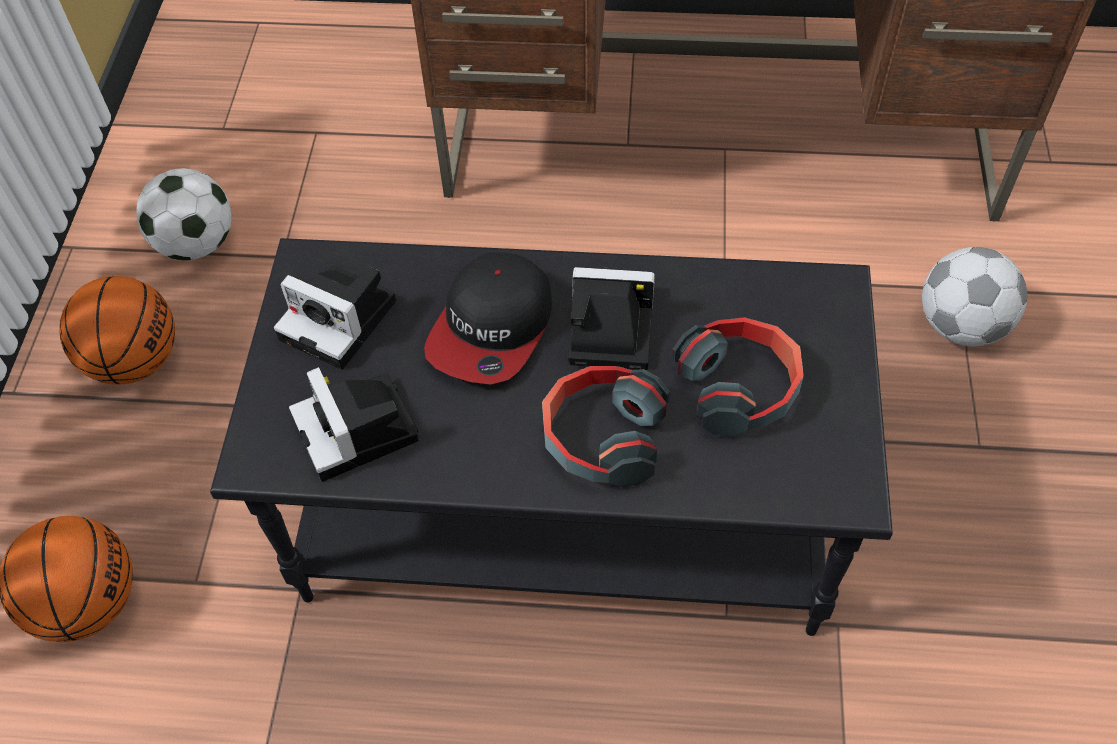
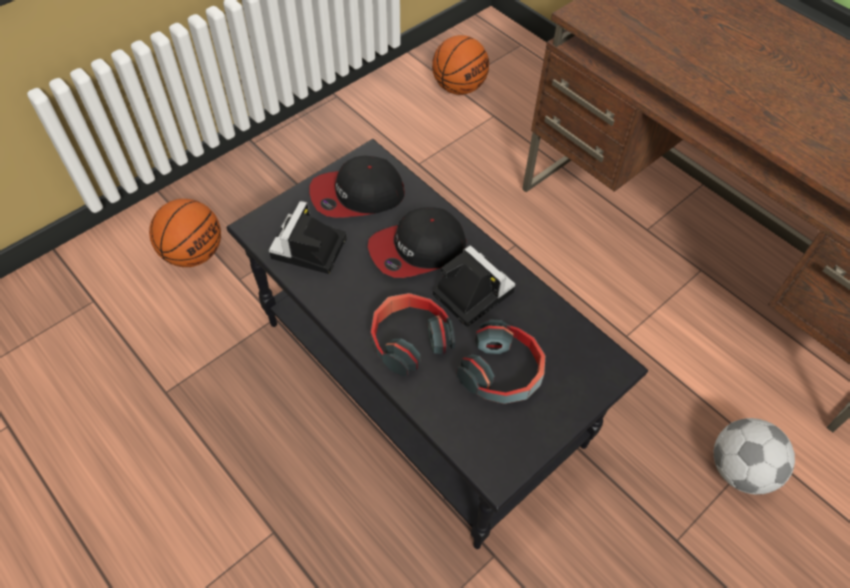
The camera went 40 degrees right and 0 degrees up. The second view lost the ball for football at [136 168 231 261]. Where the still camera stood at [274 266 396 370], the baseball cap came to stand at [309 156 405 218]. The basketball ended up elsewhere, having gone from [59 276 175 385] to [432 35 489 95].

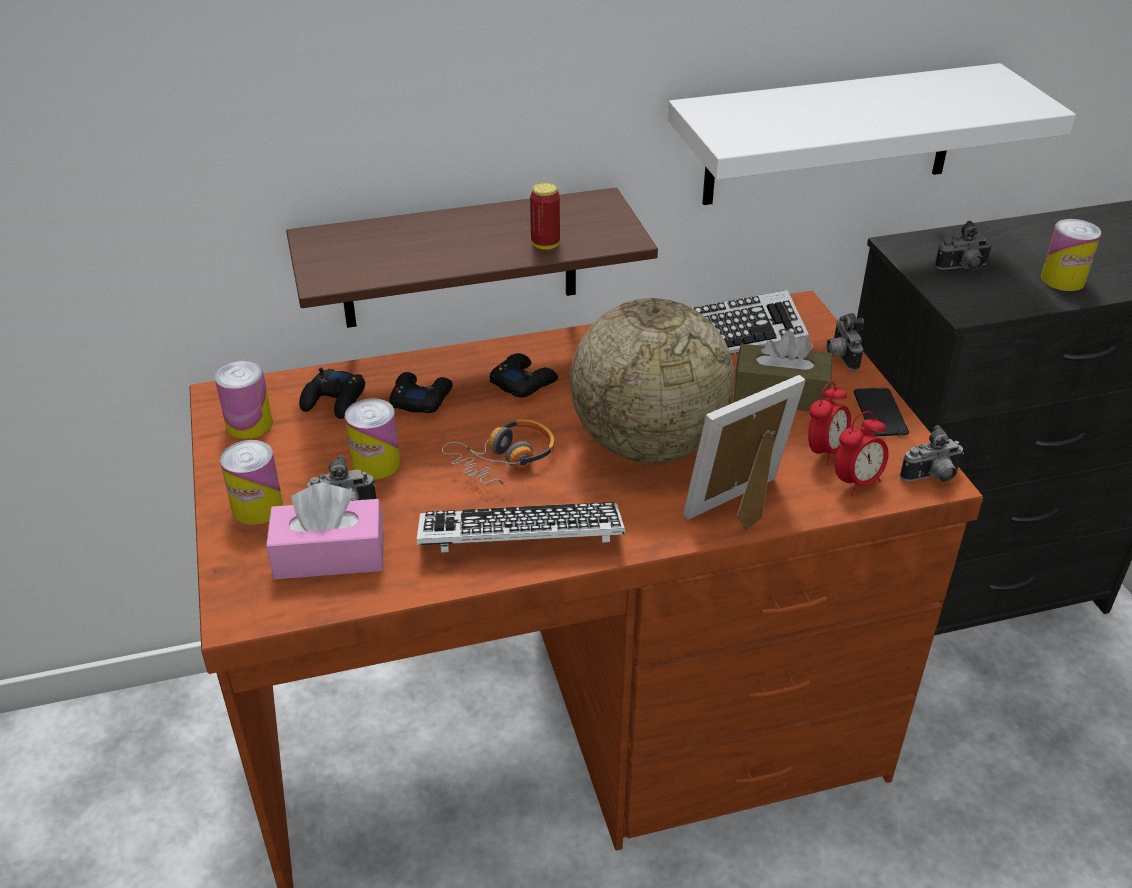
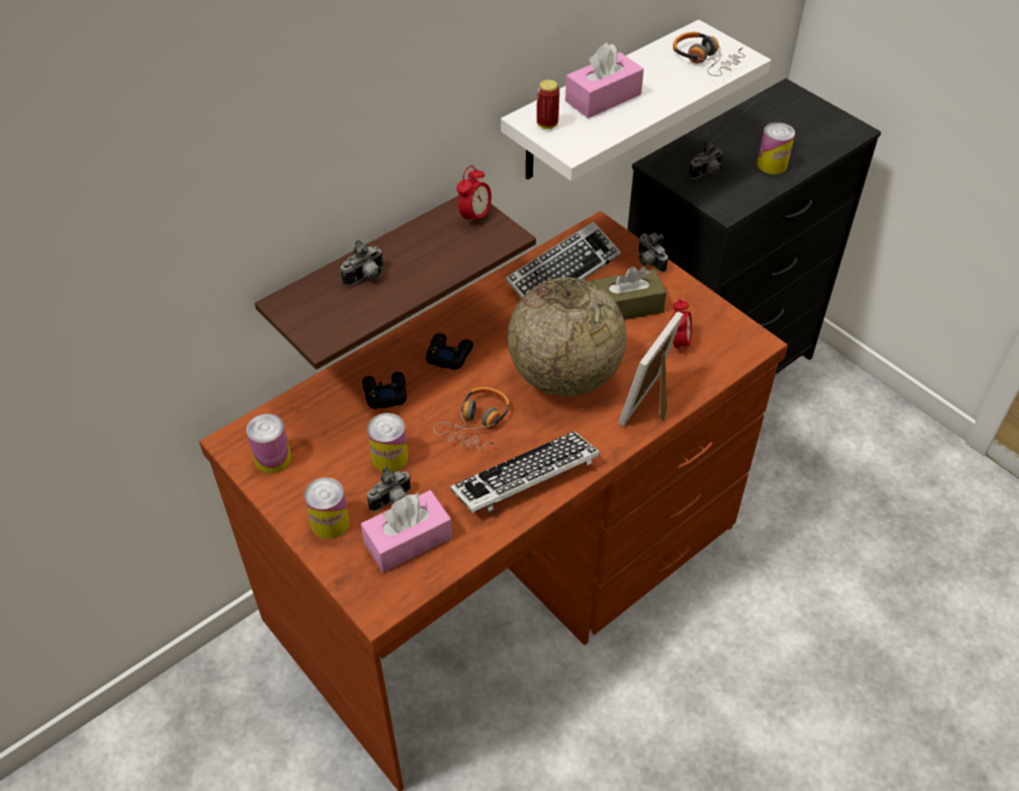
The camera went 25 degrees left and 10 degrees up. The can ended up elsewhere, having gone from [530 182 560 250] to [537 80 560 129]. The second view lost the black-coloured gamepad at [299 368 365 419]. The second view lost the handset at [854 388 909 436]. The table clock ended up elsewhere, having gone from [835 411 889 496] to [457 165 492 227]. The still camera ended up elsewhere, having gone from [900 425 964 482] to [341 240 383 286]. The second view gained the headphones at [673 32 745 76]. The second view gained the pink-coloured box of tissues at [565 43 644 118].

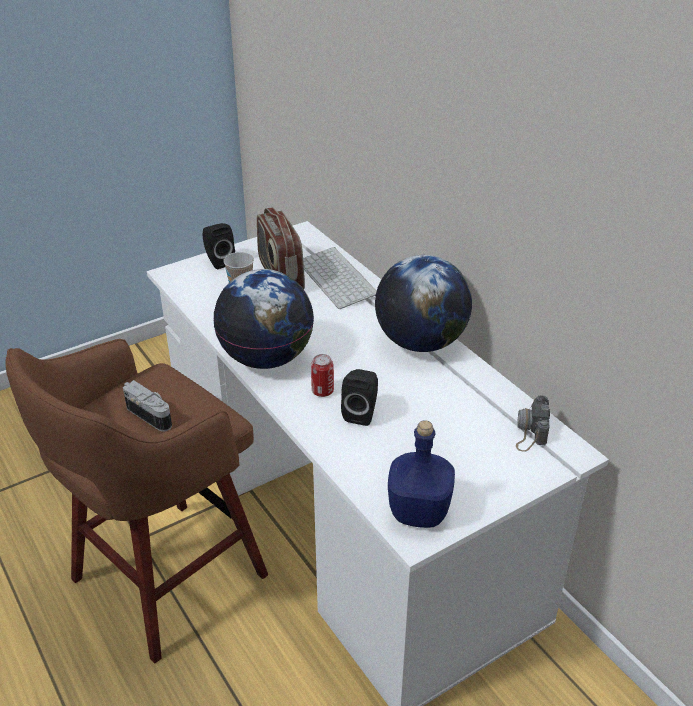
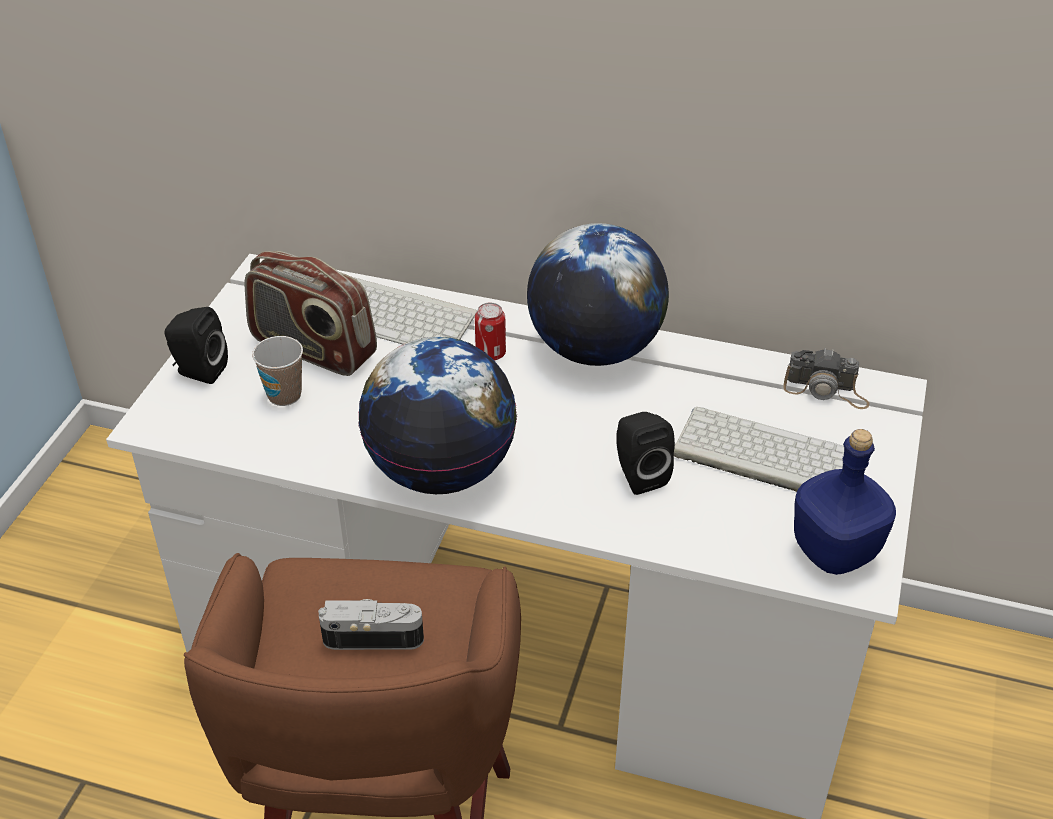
The camera went 40 degrees left and 5 degrees up. The can ended up elsewhere, having gone from [311 354 334 397] to [475 302 506 360]. The still camera at [516 395 550 452] ended up facing another way, 45 degrees counterclockwise from before. The second view gained the keyboard at [674 407 844 492].

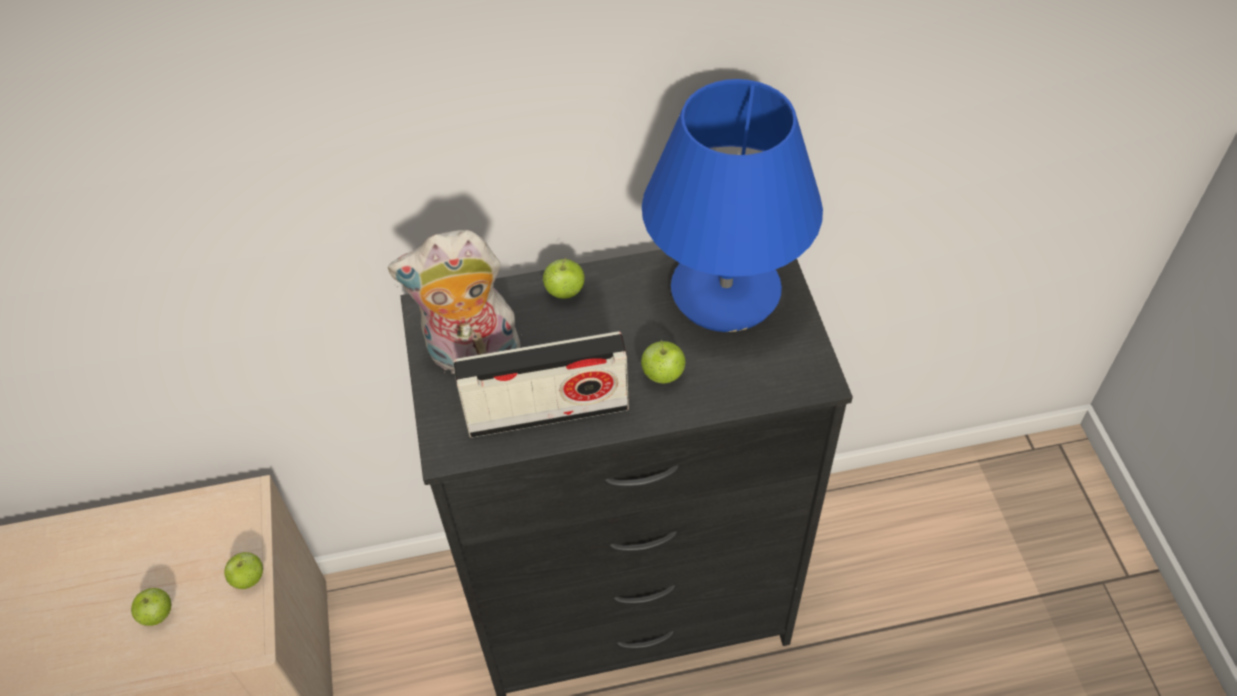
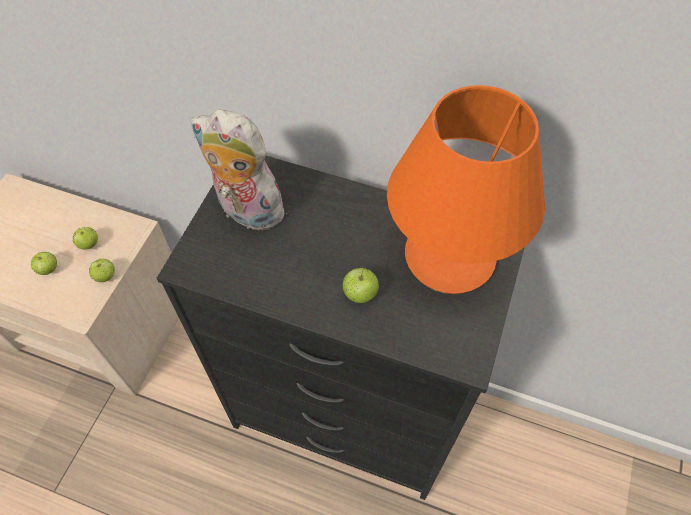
The camera went 30 degrees right and 5 degrees up. What was the bluish table lamp at [642 79 823 332] turned into the orange-coloured table lamp at [387 85 545 294]. The apple fruit ended up elsewhere, having gone from [542 257 585 299] to [73 227 98 250]. The second view lost the radio set at [454 331 629 438].

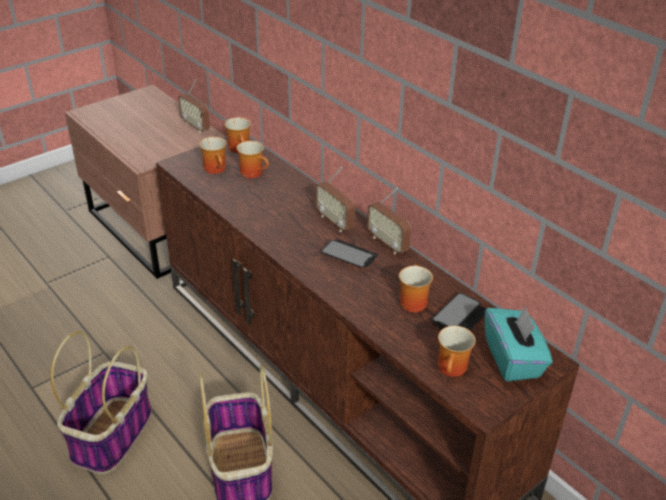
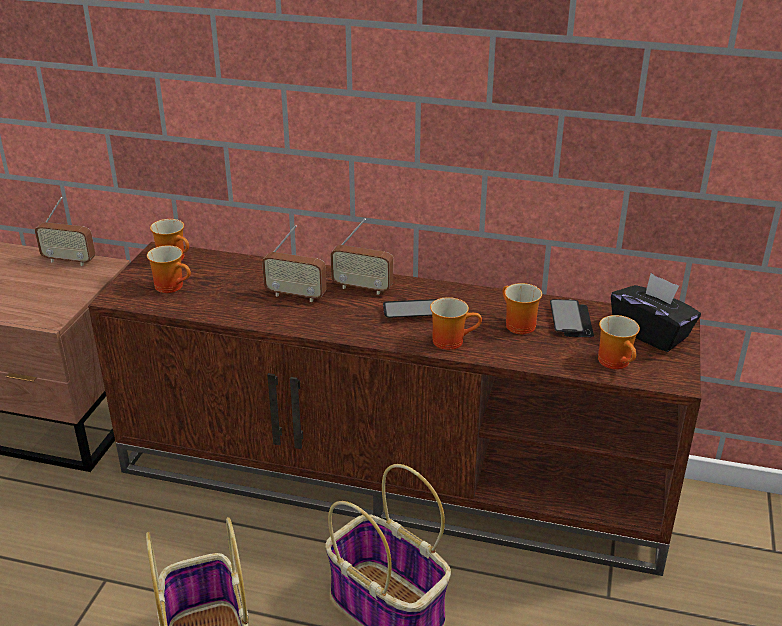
The camera went 35 degrees left and 5 degrees down. The tea mug ended up elsewhere, having gone from [236 141 269 178] to [430 297 482 350]. The radio set ended up elsewhere, having gone from [367 187 411 254] to [262 225 327 302]. What was the turquoise-coloured box of tissues at [485 305 553 382] turned into the black-coloured box of tissues at [611 273 701 352].

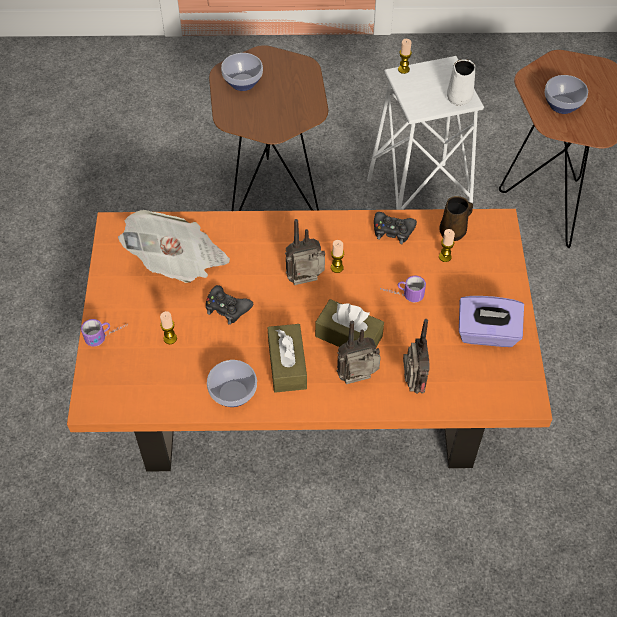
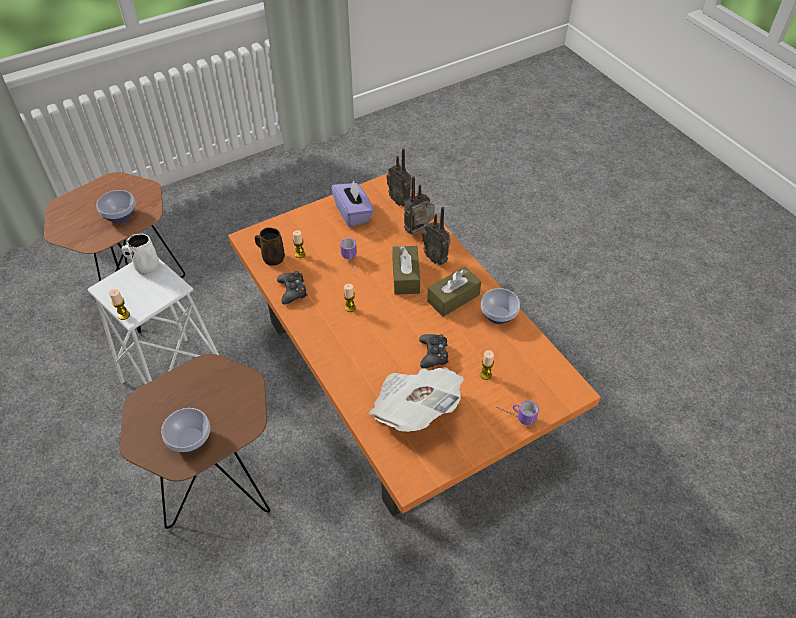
The camera went 120 degrees left and 5 degrees down. The radio set ended up elsewhere, having gone from [285 219 325 285] to [386 148 412 206].

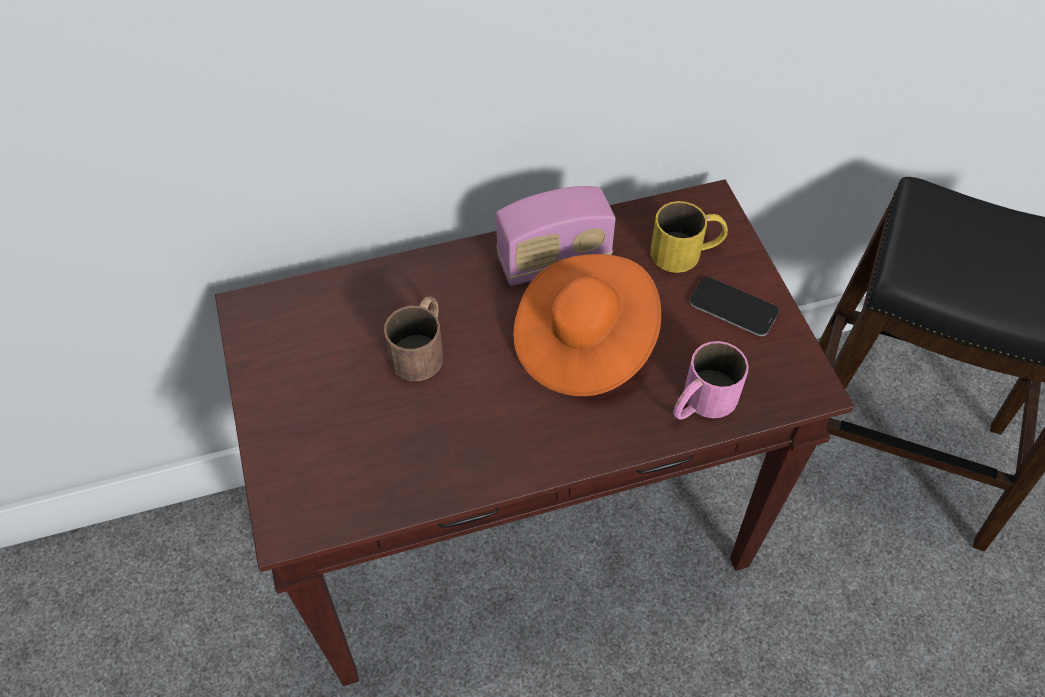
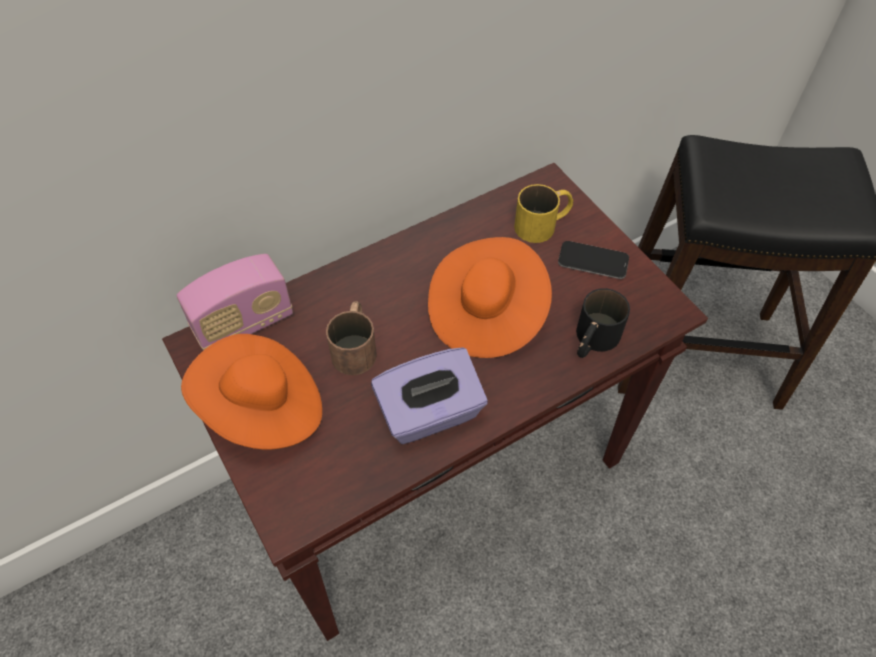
The camera went 15 degrees left and 0 degrees up. The radio set ended up elsewhere, having gone from [496 186 616 286] to [177 254 293 350]. What was the pink-coloured tea mug at [673 341 749 420] turned into the black-coloured tea mug at [576 288 630 358]. The second view gained the orange-coloured hat at [181 334 322 449]. The second view gained the purple box of tissues at [371 347 488 444].

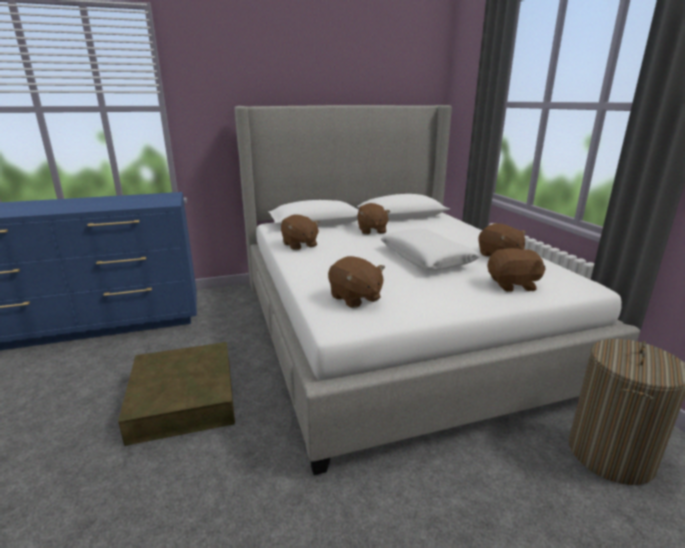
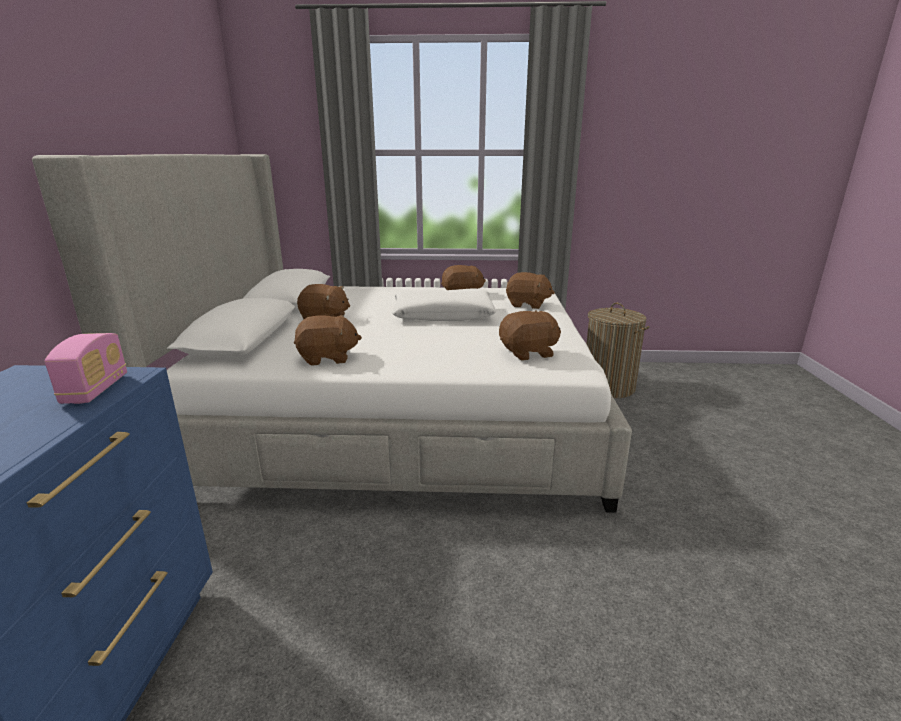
The camera went 70 degrees left and 0 degrees up. The brown-coloured cuddly toy at [487 248 546 292] ended up facing another way, 90 degrees clockwise from before. The second view lost the brown-coloured storage bin at [118 342 235 446]. The second view gained the radio set at [44 333 127 404].

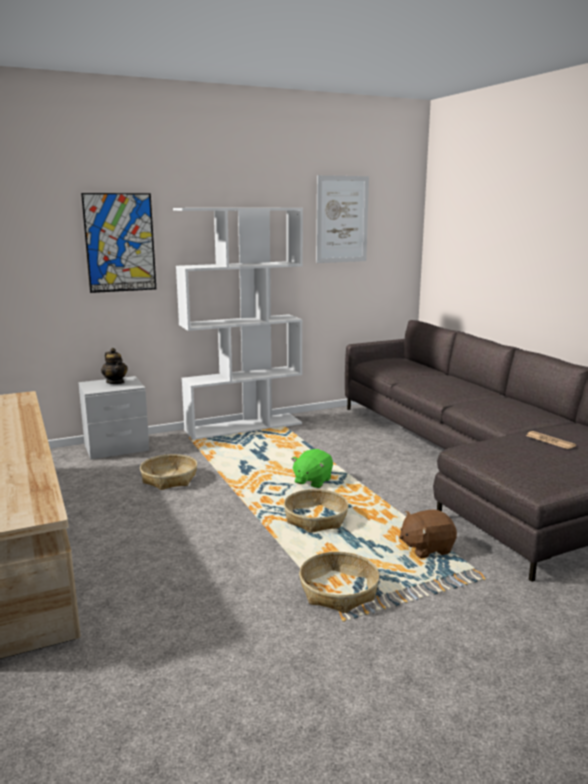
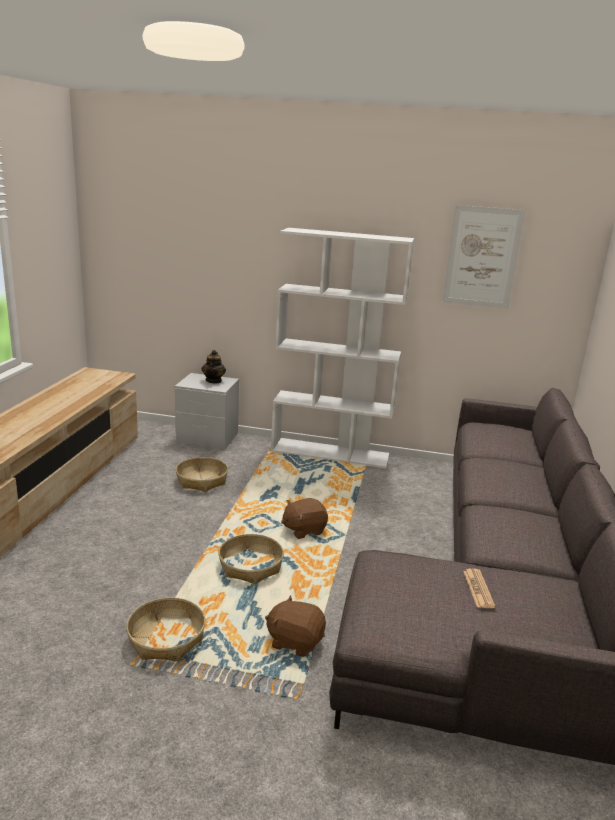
The camera went 35 degrees right and 5 degrees up. The second view lost the picture at [81 193 156 293]. What was the green cuddly toy at [291 449 333 488] turned into the brown-coloured cuddly toy at [281 498 328 539].

